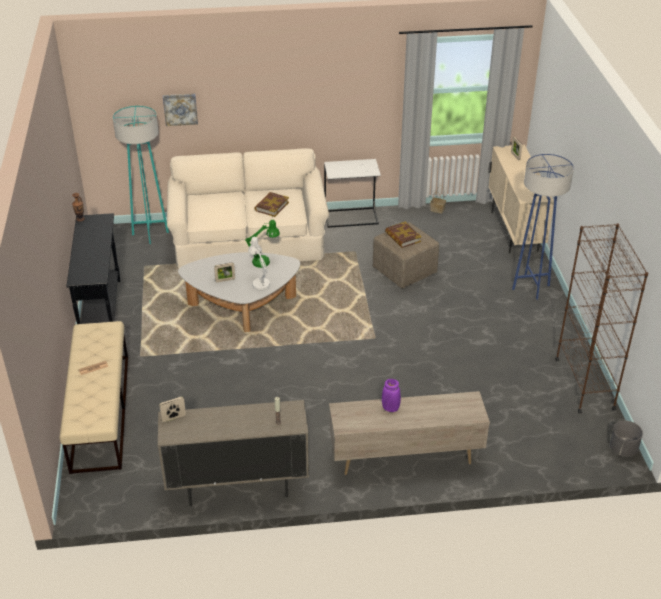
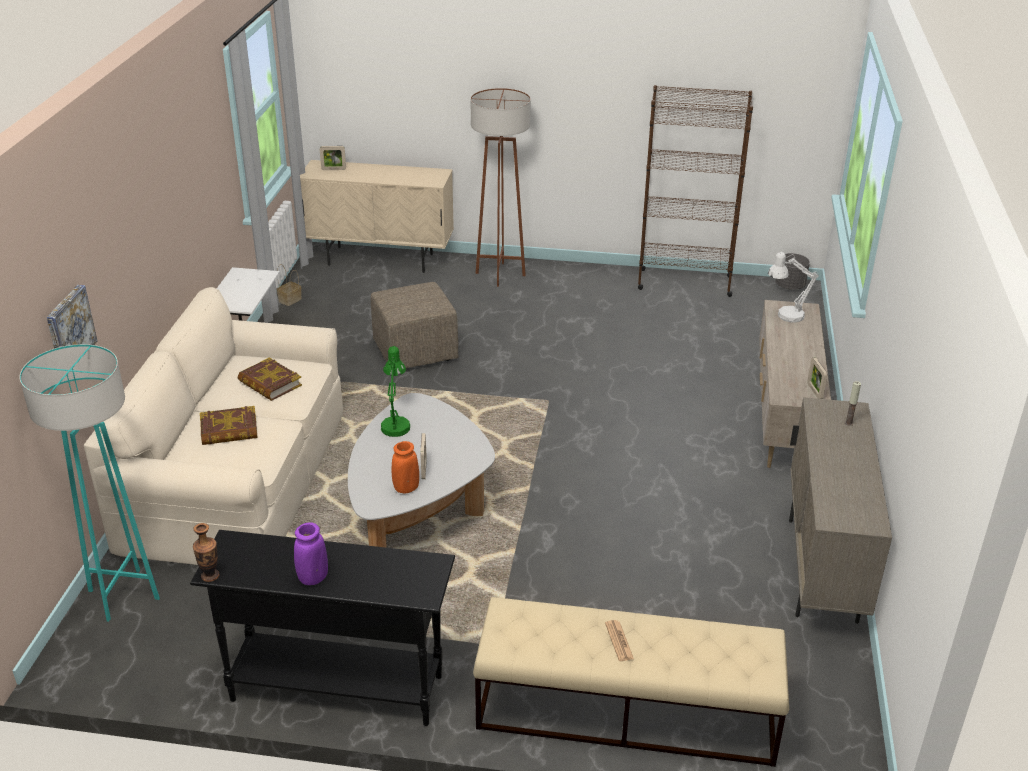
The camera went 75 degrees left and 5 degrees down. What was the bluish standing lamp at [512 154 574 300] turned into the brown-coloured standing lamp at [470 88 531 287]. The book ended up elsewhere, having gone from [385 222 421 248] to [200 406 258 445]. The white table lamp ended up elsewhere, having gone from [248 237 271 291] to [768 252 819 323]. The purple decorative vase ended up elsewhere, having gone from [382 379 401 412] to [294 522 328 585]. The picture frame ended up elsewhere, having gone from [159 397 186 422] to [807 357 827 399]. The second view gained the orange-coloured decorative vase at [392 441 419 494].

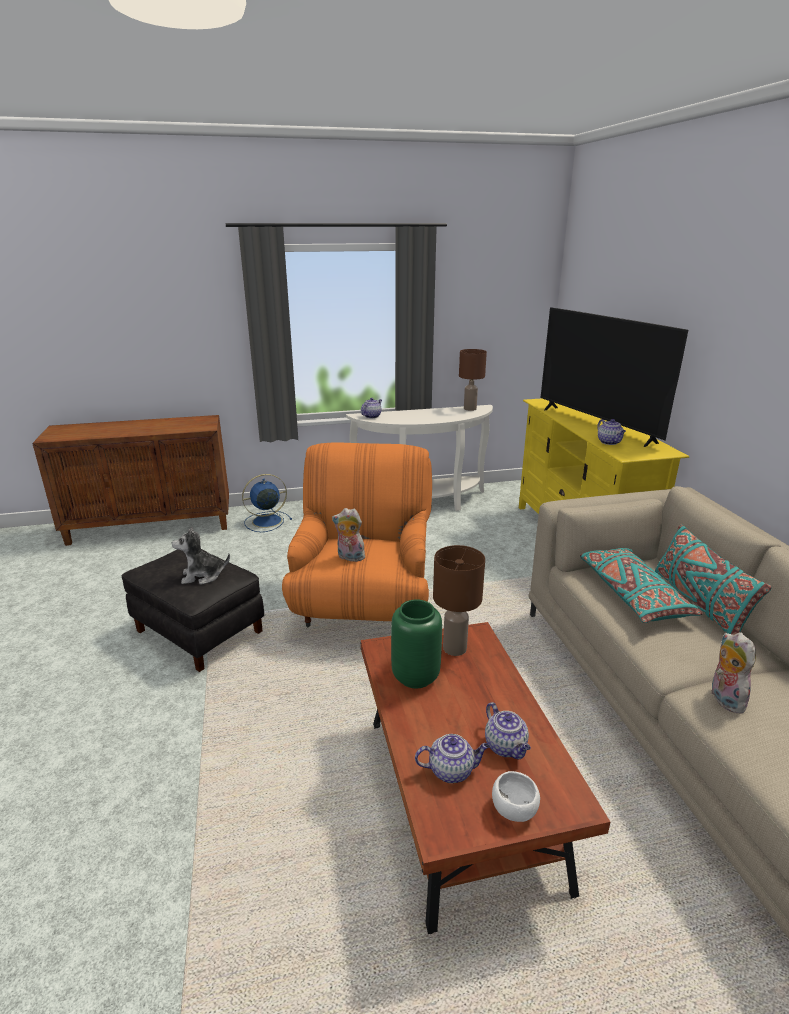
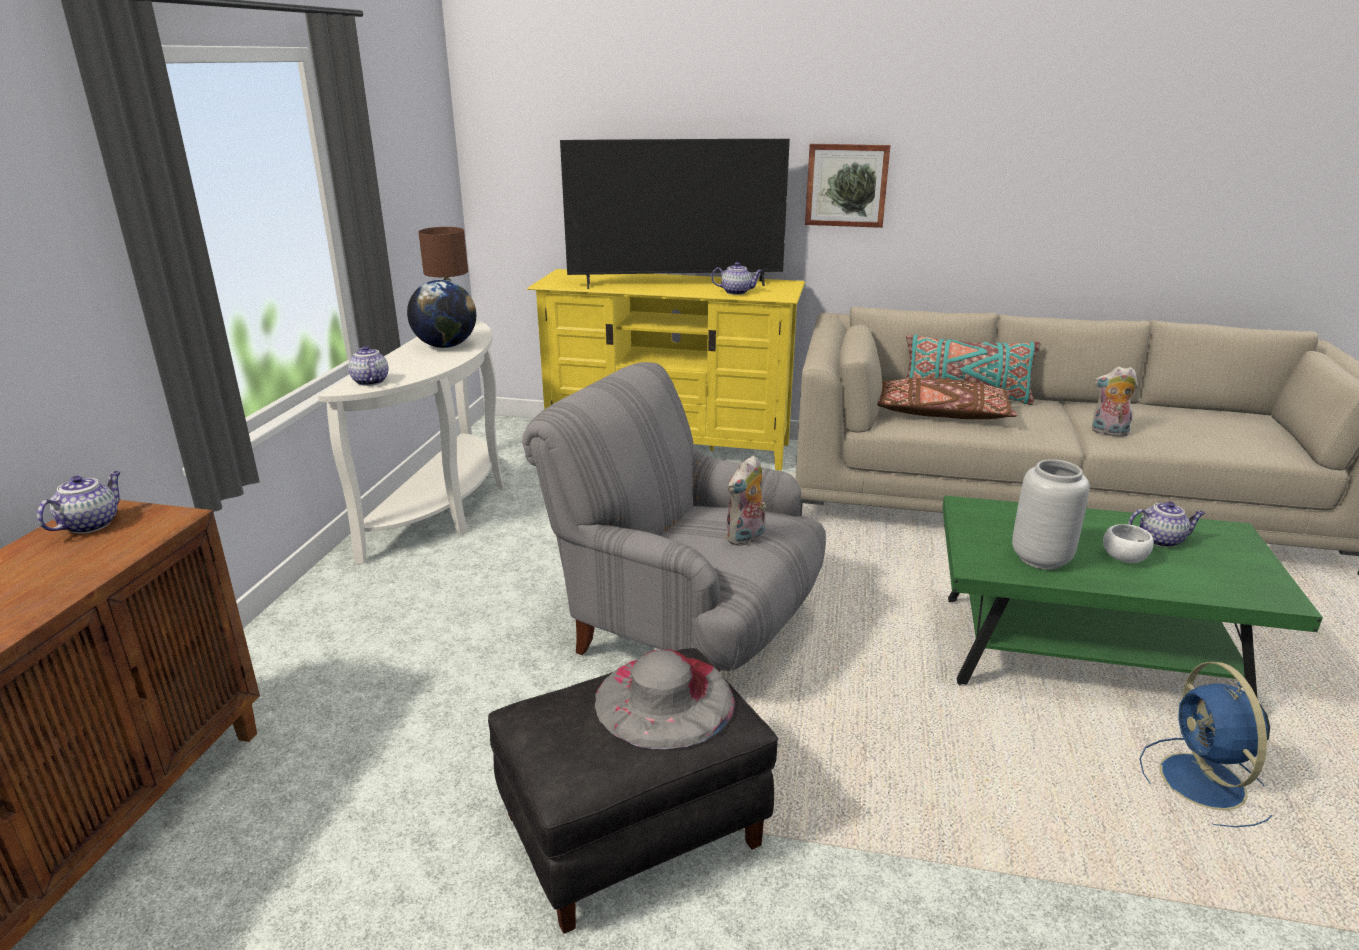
The camera went 65 degrees left and 0 degrees up. What was the orange-coloured easy chair at [282 442 432 627] turned into the greyish easy chair at [522 362 826 672]. The bluish cooling fan ended up elsewhere, having gone from [242 474 292 532] to [1139 662 1272 827]. Where the cuddly toy stood at [172 526 230 585], the greyish hat came to stand at [595 649 736 749]. The second view lost the brown-coloured table lamp at [433 545 485 656]. What was the turquoise-coloured pillow at [580 548 703 623] turned into the brown-coloured pillow at [877 378 1017 419]. What was the green decorative vase at [391 599 442 688] turned into the greyish decorative vase at [1012 459 1090 570]. What was the brown-coloured lounge table at [360 622 610 934] turned into the green lounge table at [942 495 1323 699]. The pot for tea ended up elsewhere, having gone from [415 734 490 783] to [37 471 121 534]. The white bowl ended up elsewhere, having gone from [492 771 540 822] to [1103 524 1154 563]. The second view gained the picture at [805 144 890 228]. The second view gained the globe at [407 280 476 348].

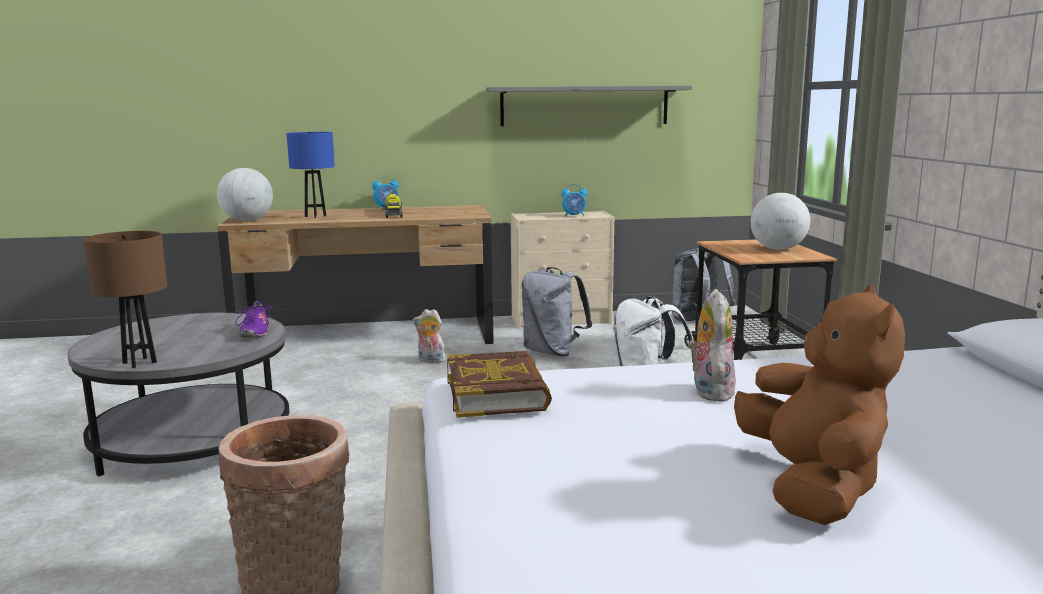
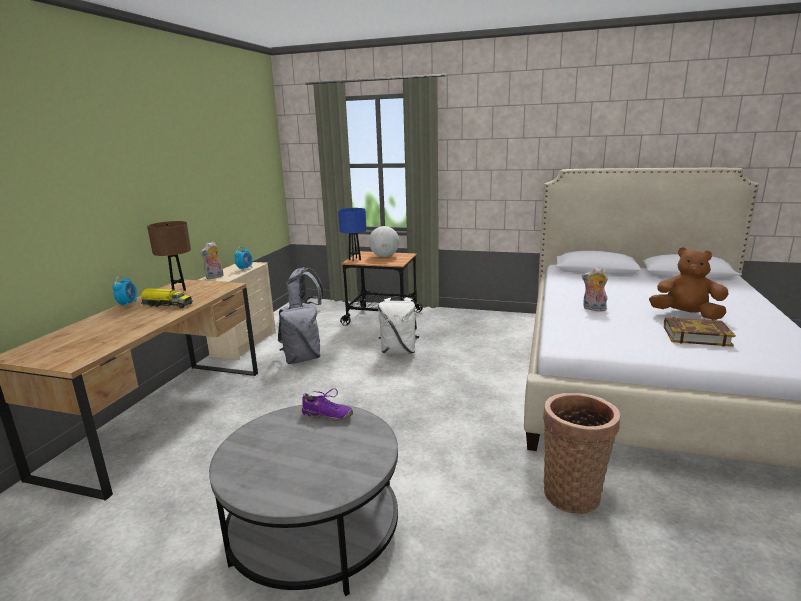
The camera went 65 degrees left and 5 degrees up. The second view lost the greyish shelf at [486 85 692 126]. The bluish table lamp ended up elsewhere, having gone from [286 132 335 218] to [338 208 366 262]. The second view lost the globe at [217 168 273 221]. The brown-coloured table lamp ended up elsewhere, having gone from [83 231 167 368] to [147 221 191 291]. The cuddly toy ended up elsewhere, having gone from [413 309 446 363] to [200 242 224 279]. The book ended up elsewhere, having gone from [447 351 552 418] to [664 317 736 347].

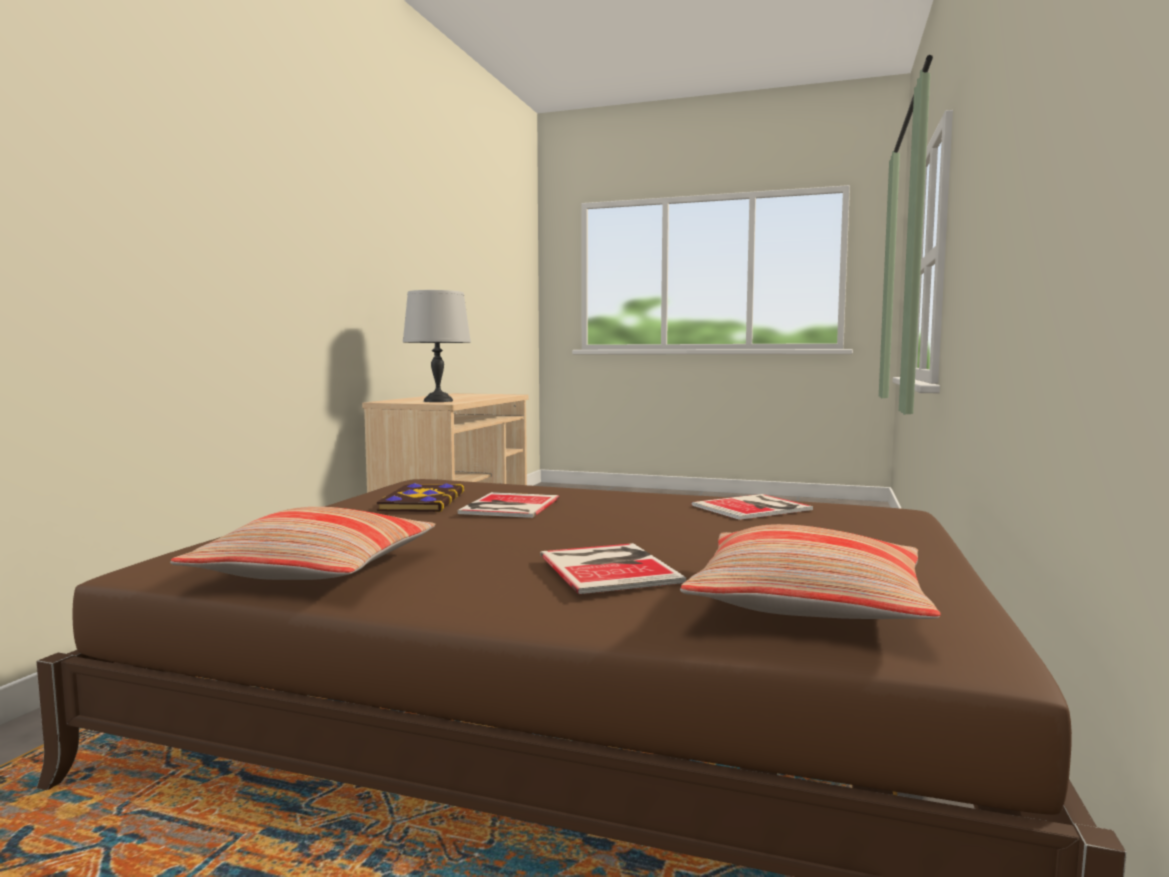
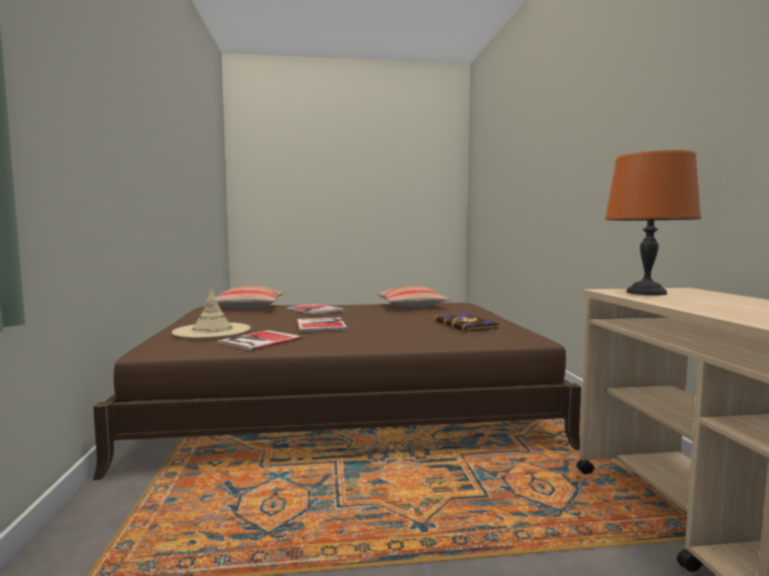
The camera went 155 degrees right and 0 degrees up. What was the greyish table lamp at [403 290 471 402] turned into the orange-coloured table lamp at [605 150 701 295]. The book ended up elsewhere, having gone from [458 492 560 518] to [297 317 347 332]. The second view gained the sand-coloured hat at [172 287 251 339].

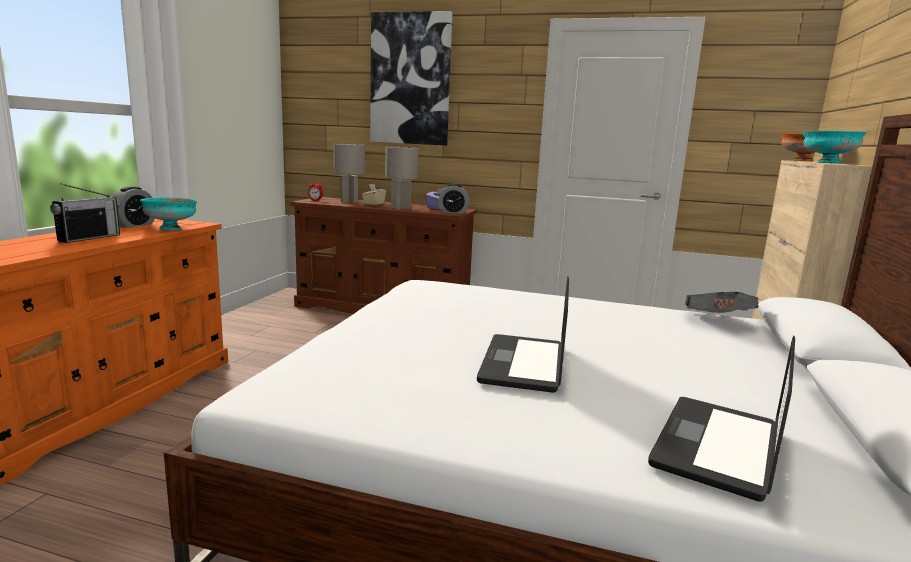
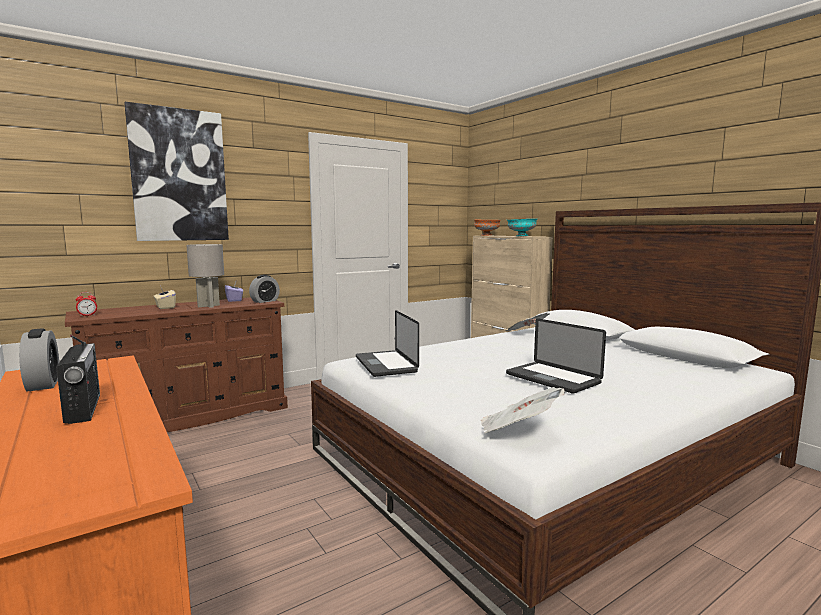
The camera went 50 degrees left and 5 degrees down. The second view lost the greyish table lamp at [334 144 365 203]. The second view lost the turquoise-coloured bowl at [140 197 198 230]. The notebook computer ended up elsewhere, having gone from [648 335 795 502] to [356 310 419 377]. The second view gained the printed paper at [481 387 565 433].

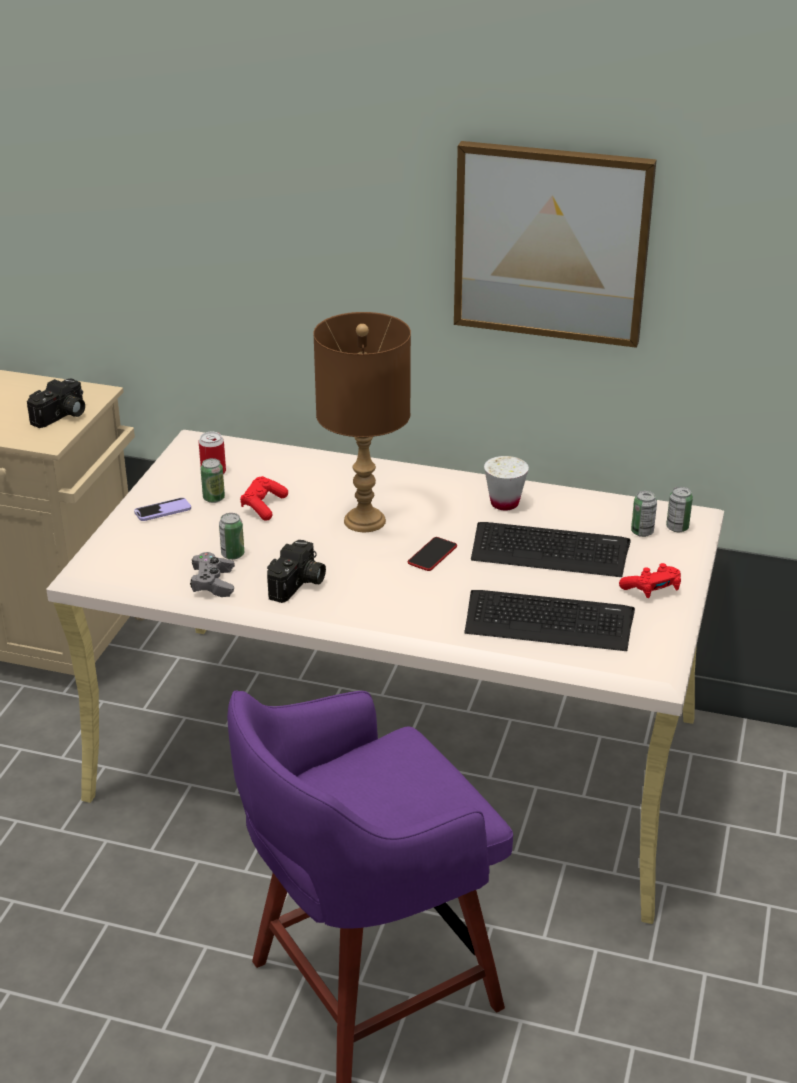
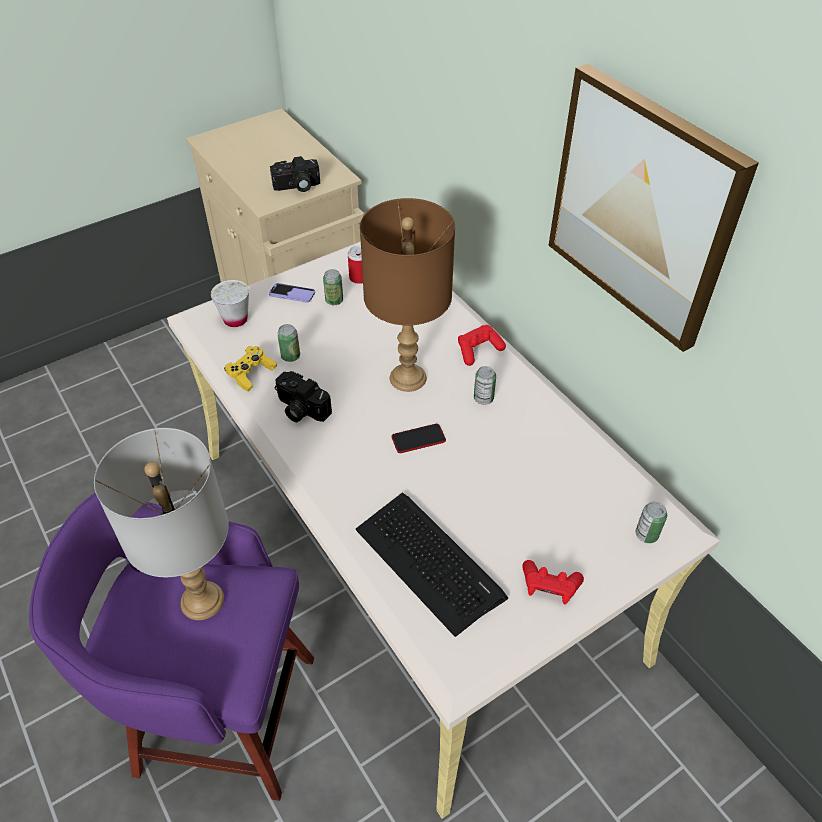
The camera went 40 degrees right and 15 degrees up. The white cup ended up elsewhere, having gone from [484 456 529 511] to [211 280 249 327]. The reddish gamepad ended up elsewhere, having gone from [240 476 288 521] to [458 325 506 366]. The can ended up elsewhere, having gone from [631 491 657 537] to [474 366 496 405]. The second view lost the keyboard at [471 522 631 577]. The still camera at [267 540 326 603] ended up facing another way, 60 degrees clockwise from before. What was the greyish gamepad at [190 552 235 597] turned into the yellow gamepad at [224 346 277 392]. The second view gained the greyish table lamp at [94 428 229 620].

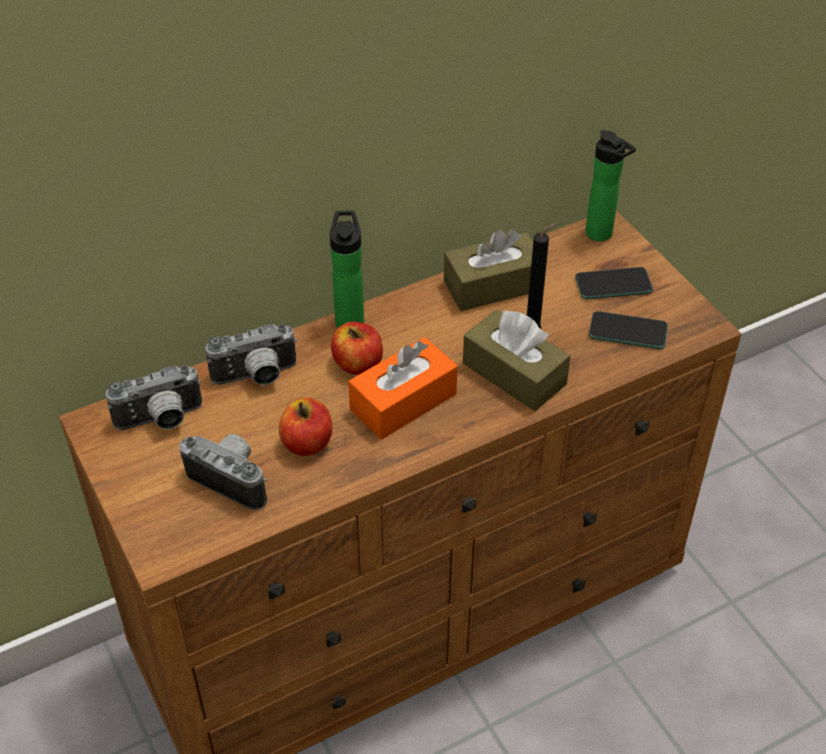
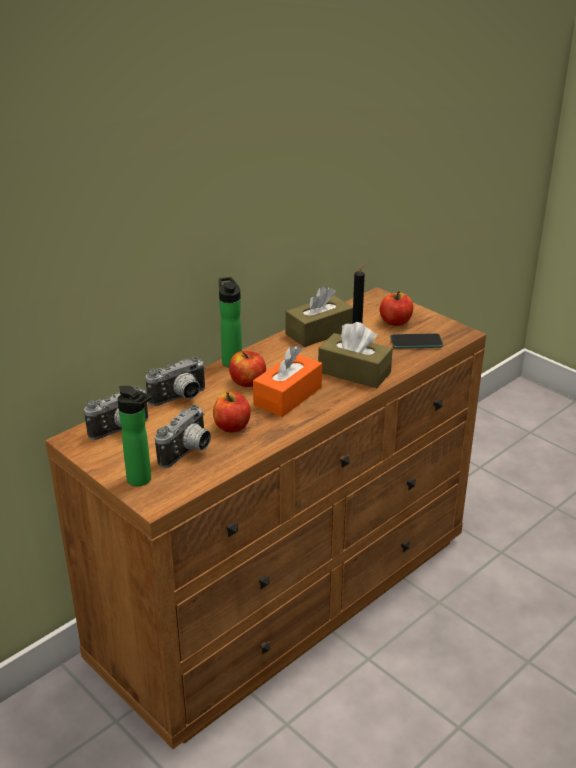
The camera went 15 degrees left and 15 degrees down. The beverage bottle ended up elsewhere, having gone from [585 130 636 241] to [117 386 152 486]. Where the handset stood at [575 267 653 300], the apple fruit came to stand at [380 291 413 326]. The still camera at [179 434 267 510] ended up facing another way, 105 degrees clockwise from before.

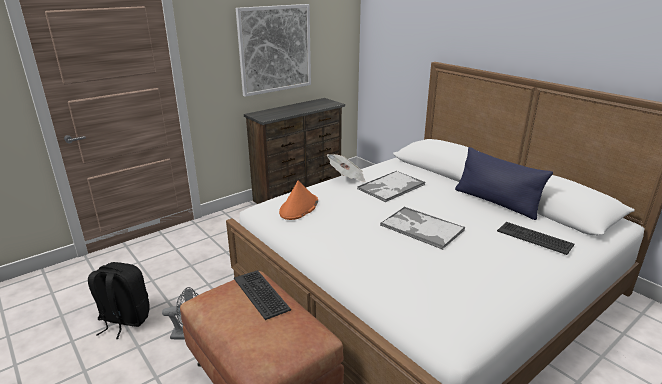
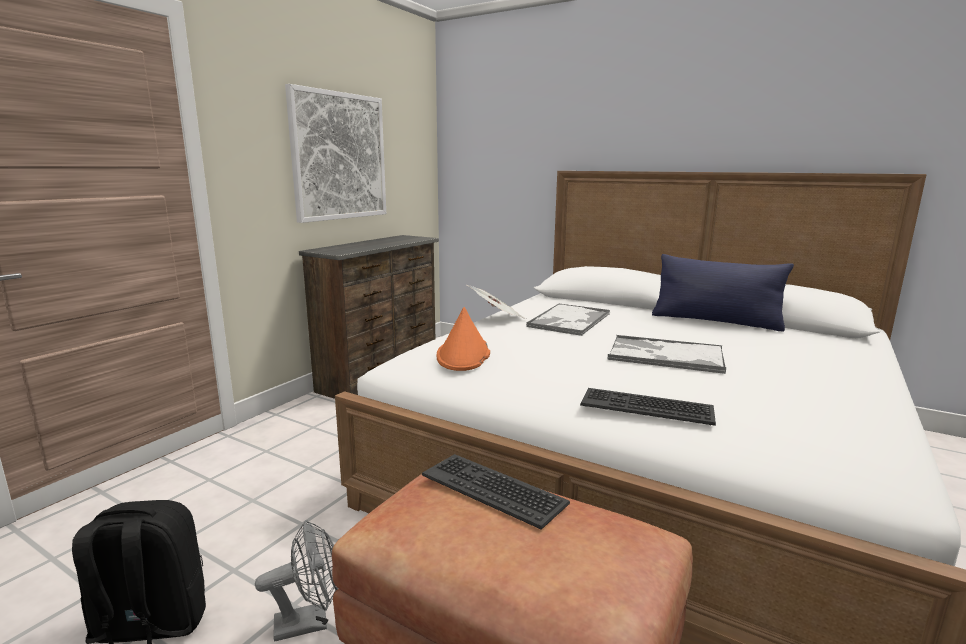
The camera went 20 degrees left and 10 degrees down. The keyboard ended up elsewhere, having gone from [497 222 574 255] to [580 388 716 426].

